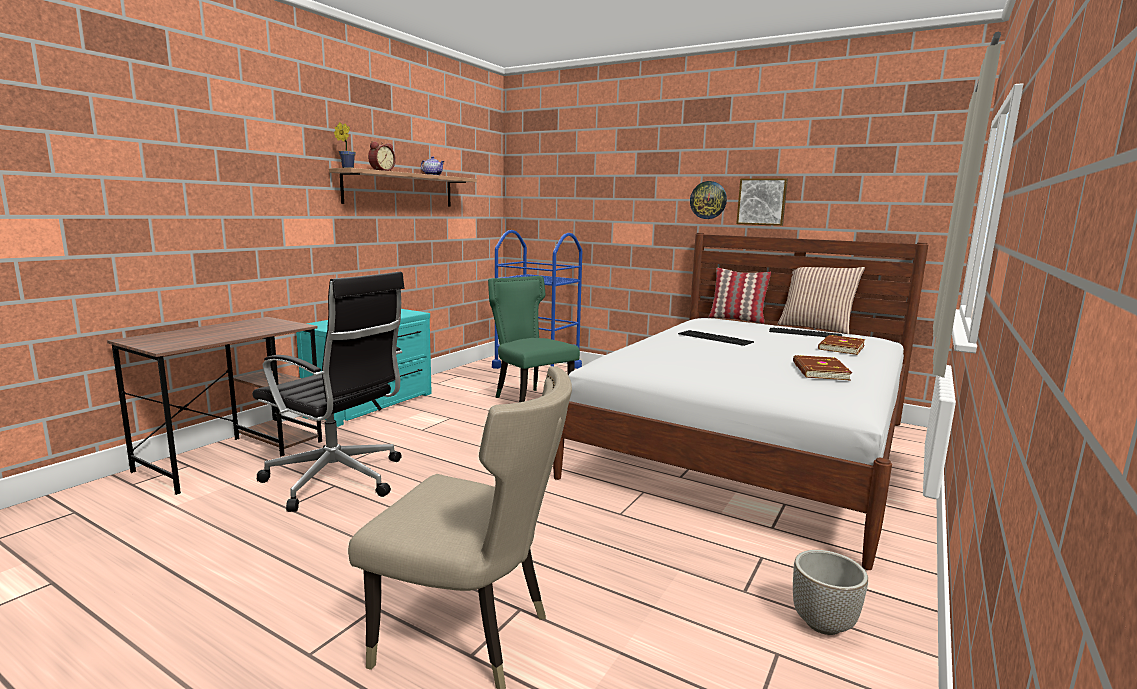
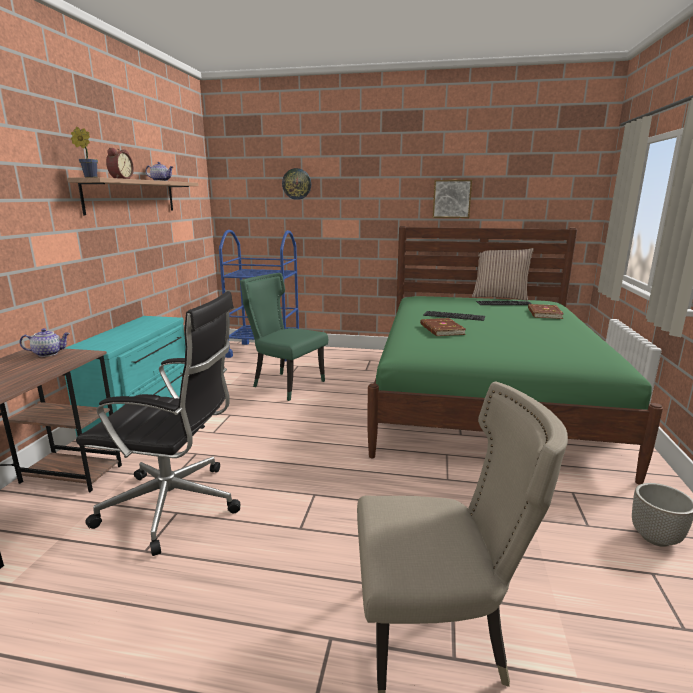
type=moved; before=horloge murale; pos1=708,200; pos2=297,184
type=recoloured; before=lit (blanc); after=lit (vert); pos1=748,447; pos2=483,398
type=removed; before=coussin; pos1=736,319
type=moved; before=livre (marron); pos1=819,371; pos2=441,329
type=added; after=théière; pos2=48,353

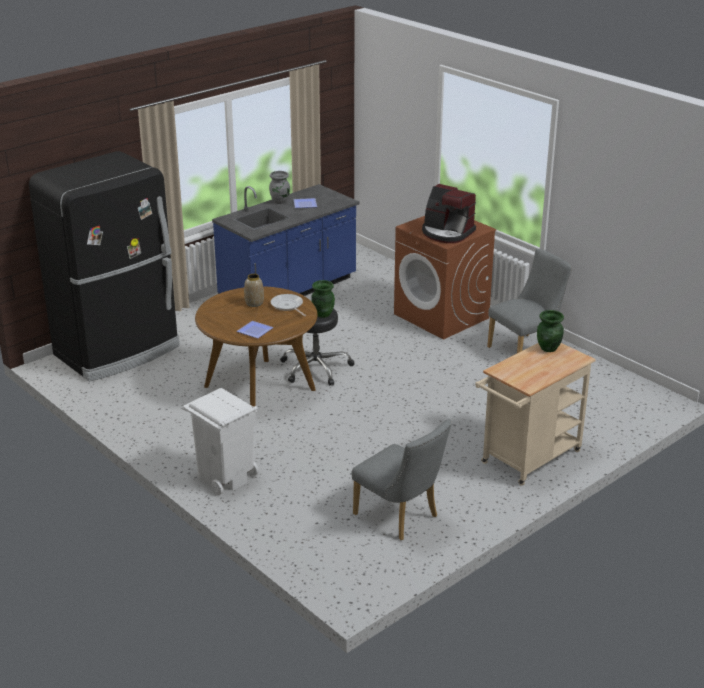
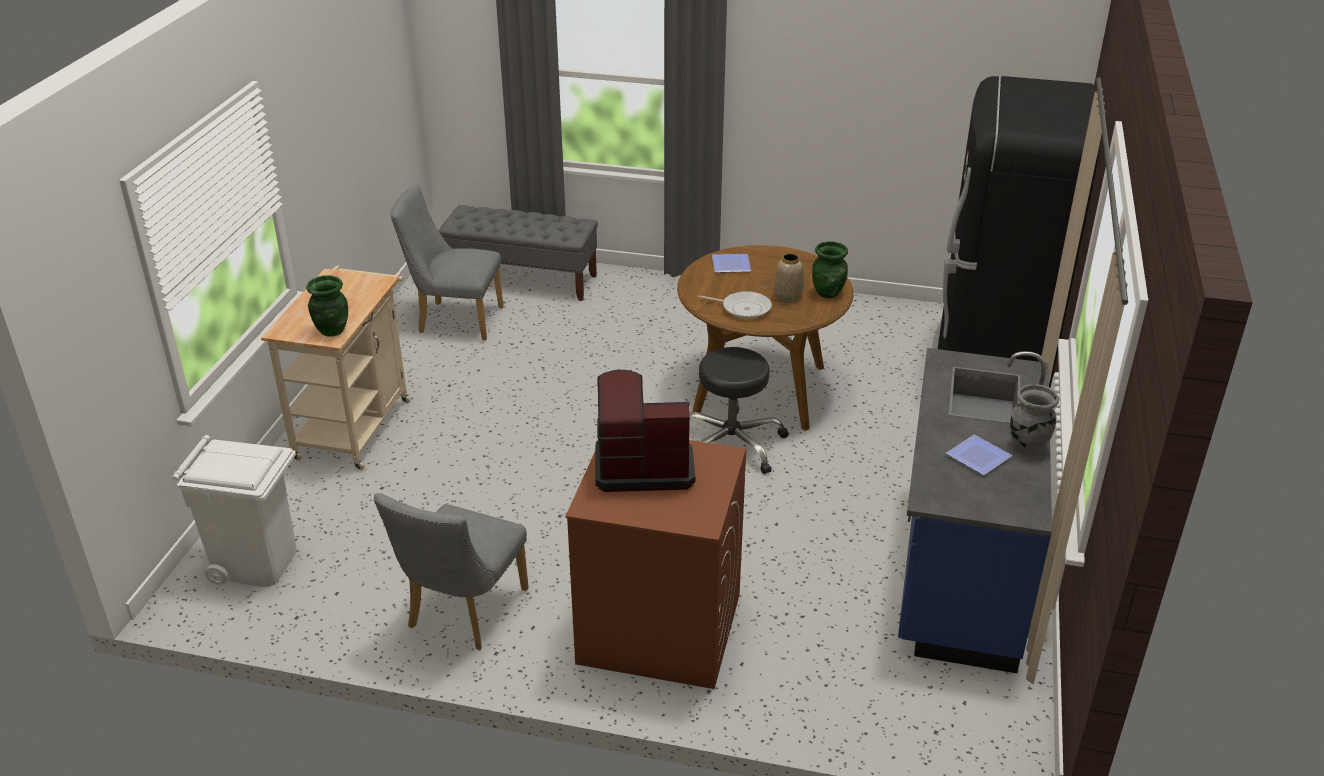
type=moved; before=vase (vert); pos1=322,314; pos2=828,293
type=moved; before=poubelle (blanc); pos1=225,477; pos2=257,562
type=added; after=banc (gris); pos2=522,280

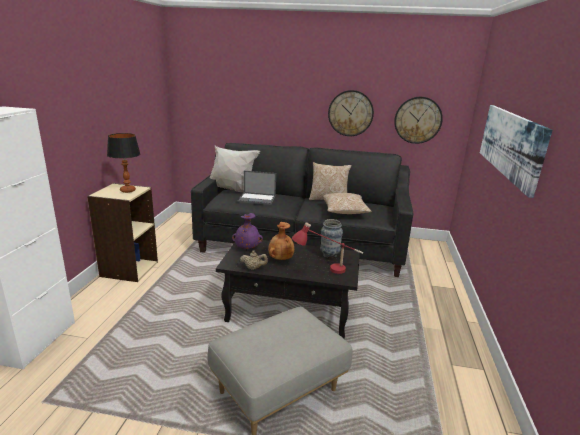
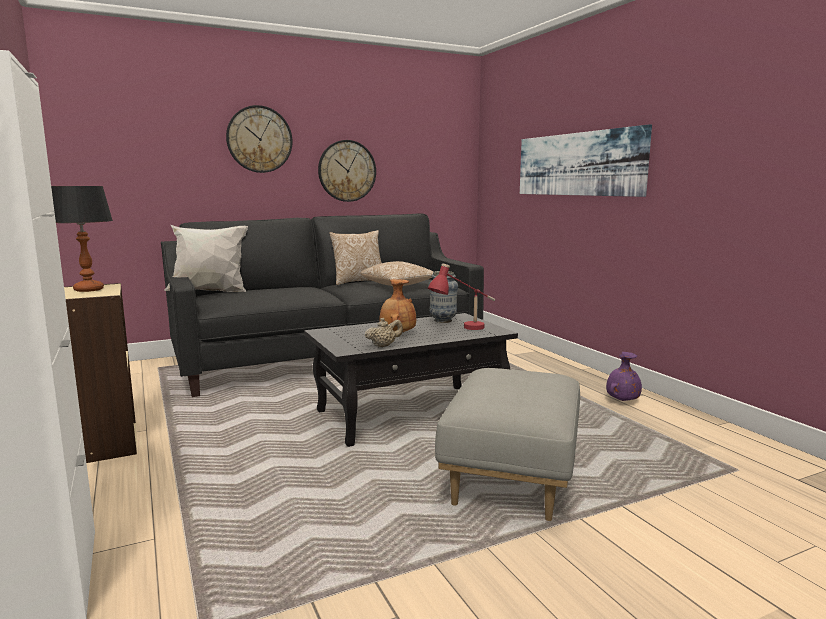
type=moved; before=horloge murale; pos1=418,120; pos2=259,139
type=removed; before=ordinateur portable; pos1=257,199
type=moved; before=vase (violet); pos1=247,248; pos2=622,400

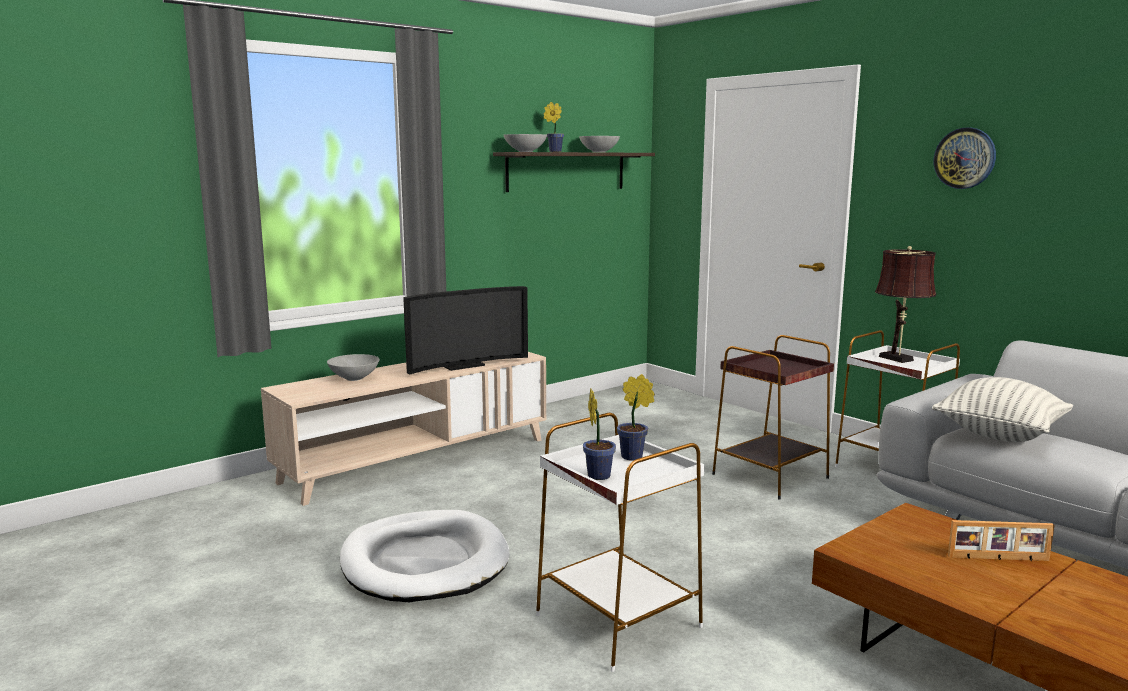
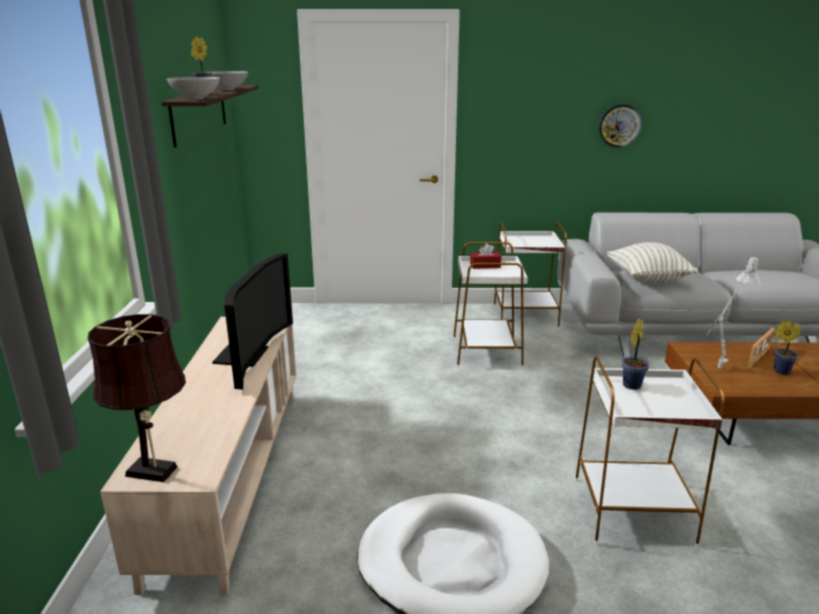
type=moved; before=horloge murale; pos1=965,158; pos2=619,125
type=moved; before=lampe de table (marron); pos1=898,359; pos2=156,472
type=recoloured; before=table d'appoint (marron); after=table d'appoint (blanc); pos1=769,476; pos2=486,353
type=removed; before=bol (gris); pos1=355,378
type=moved; before=plante en pot; pos1=598,475; pos2=779,371
type=added; after=boîte à mouchoirs (rouge); pos2=485,266
type=added; after=lampe de table (gris); pos2=717,371

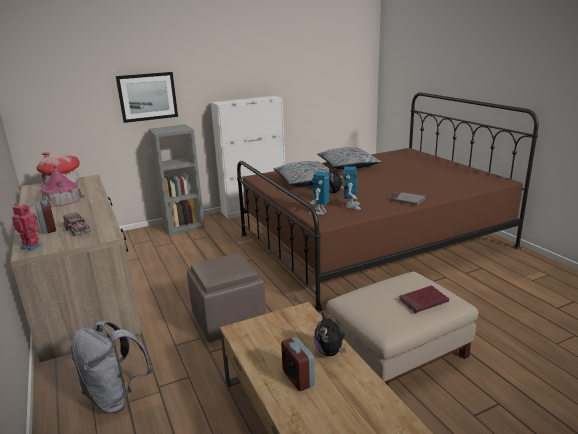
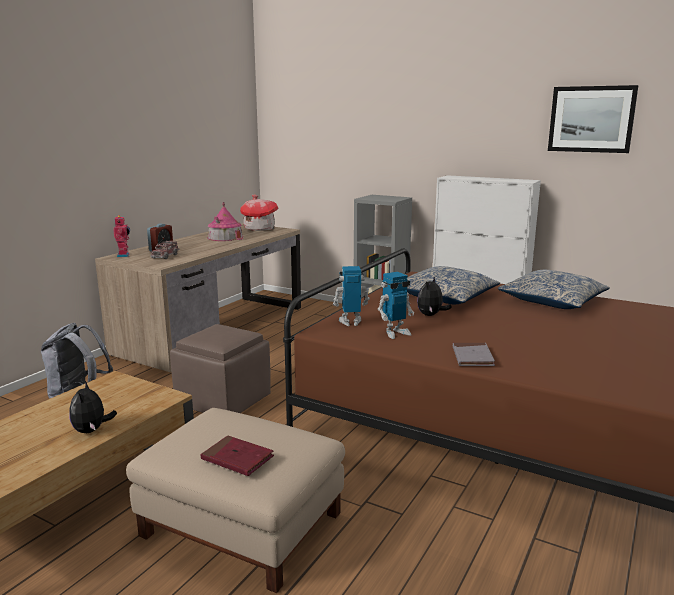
type=moved; before=tableau; pos1=147,97; pos2=591,119
type=turned; before=peluche; pos1=330,352; pos2=92,430; turn=-45
type=removed; before=réveil; pos1=298,378

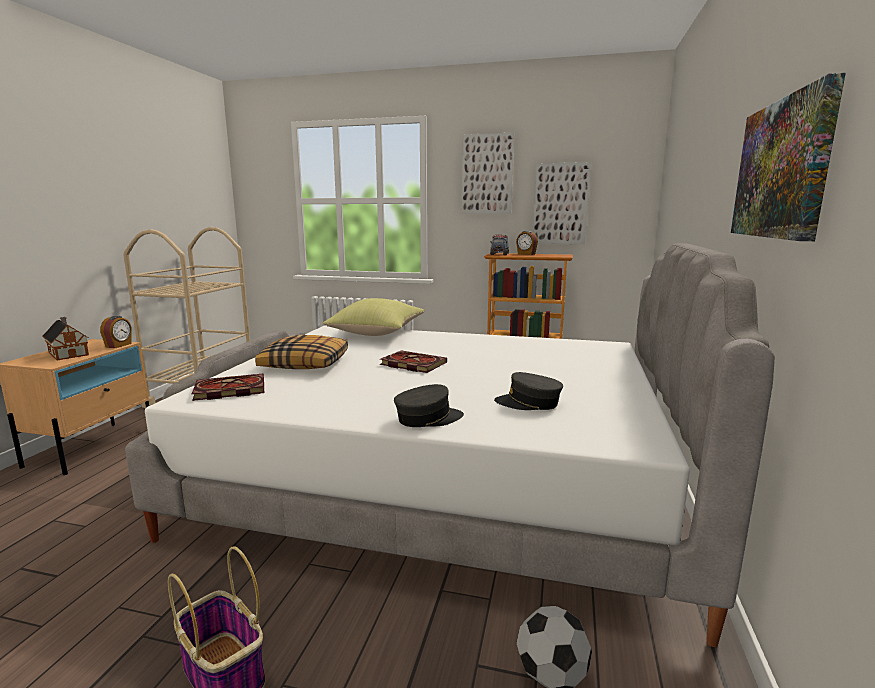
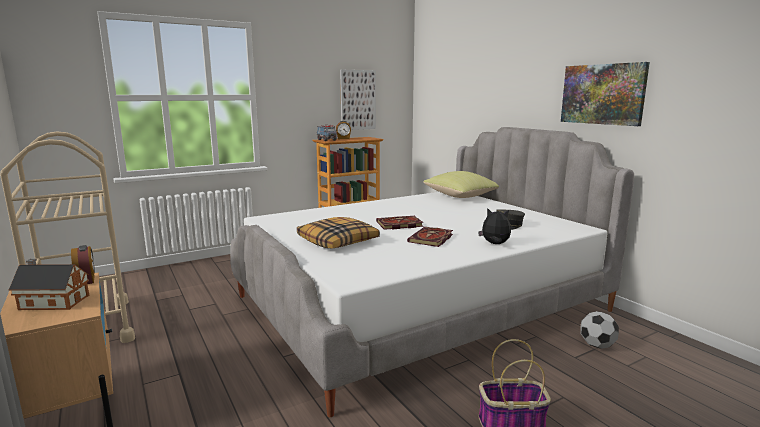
type=removed; before=tableau; pos1=487,174
type=moved; before=coussin (jaune); pos1=377,334; pos2=462,196
type=moved; before=livre; pos1=228,390; pos2=431,239
type=replaced; before=casquette (gris); after=peluche; pos1=428,418; pos2=495,244

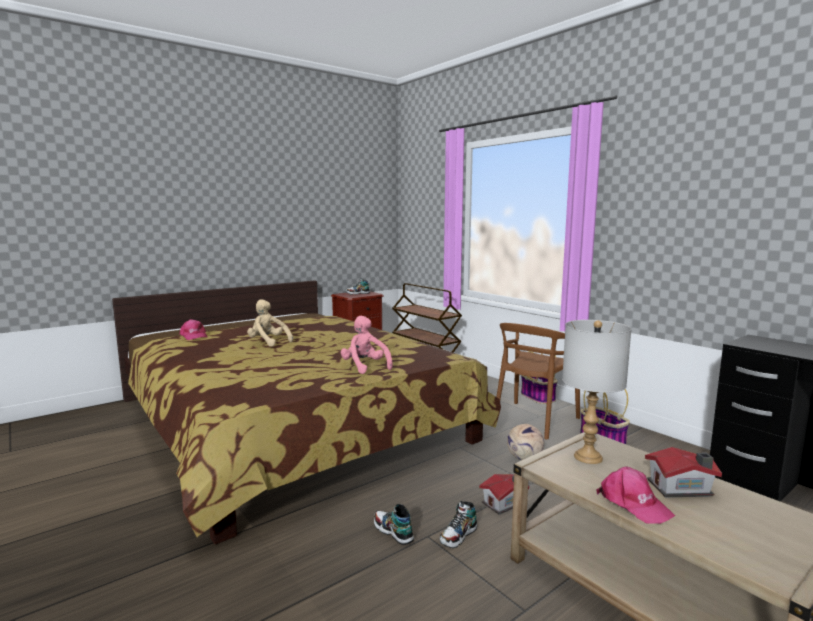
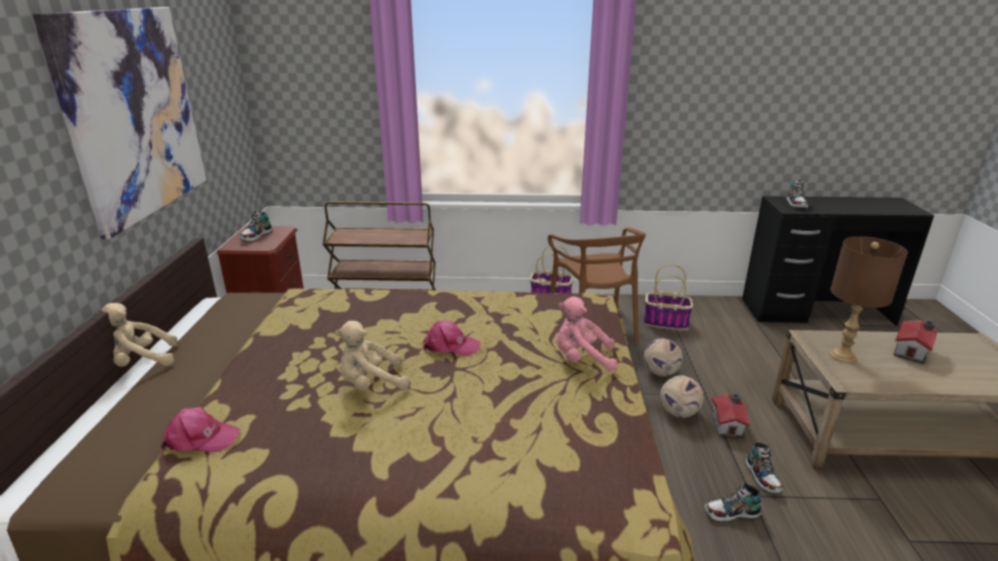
type=recoloured; before=lampe de table (gris); after=lampe de table (marron); pos1=588,457; pos2=842,356
type=moved; before=casquette (rose); pos1=633,503; pos2=450,346
type=added; after=tableau; pos2=133,114
type=added; after=chaussure; pos2=796,204
type=added; after=peluche (beige); pos2=141,362
type=added; after=ballon de foot; pos2=678,413

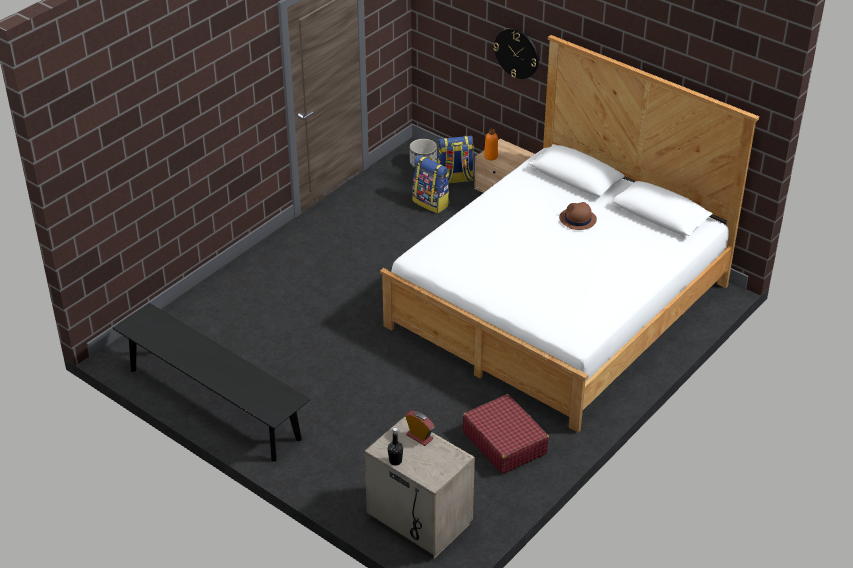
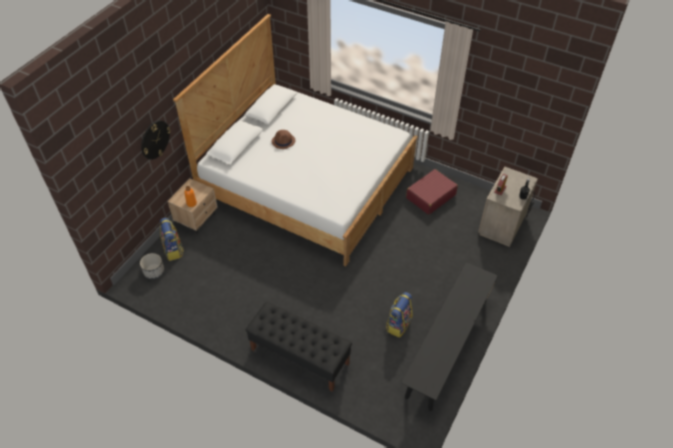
type=moved; before=sac à dos; pos1=431,203; pos2=398,324
type=added; after=banc (noir); pos2=299,356

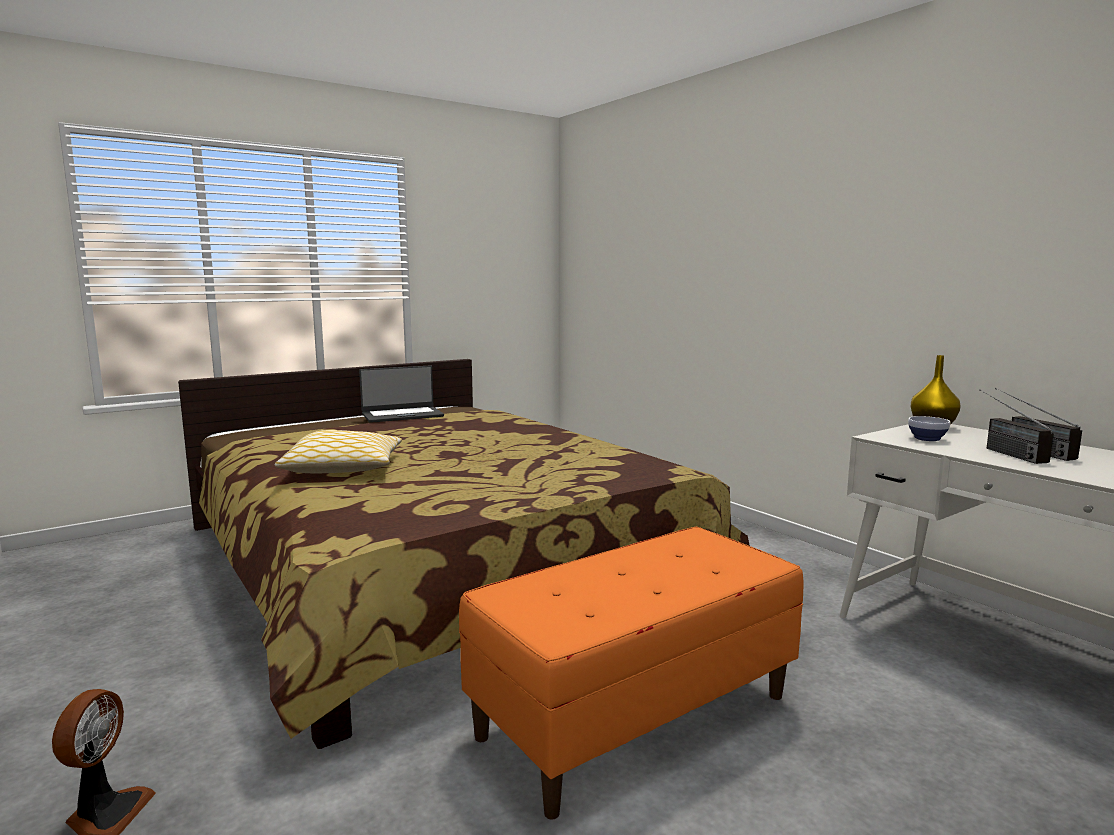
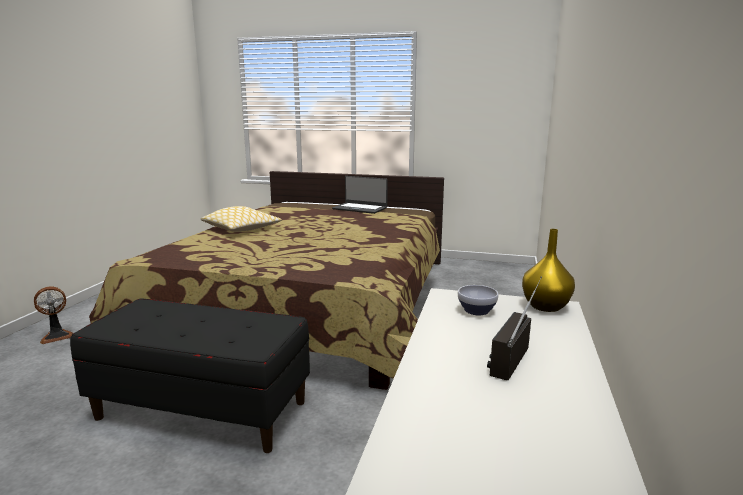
type=removed; before=radio; pos1=1001,451
type=recoloured; before=banc (orange); after=banc (noir); pos1=635,715; pos2=203,410

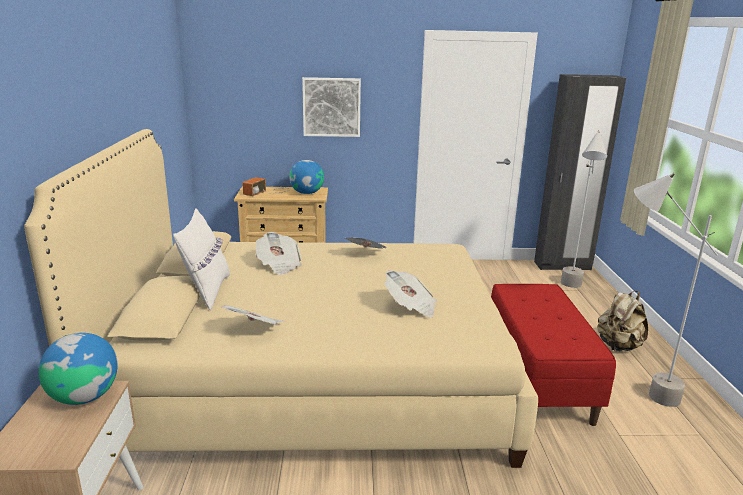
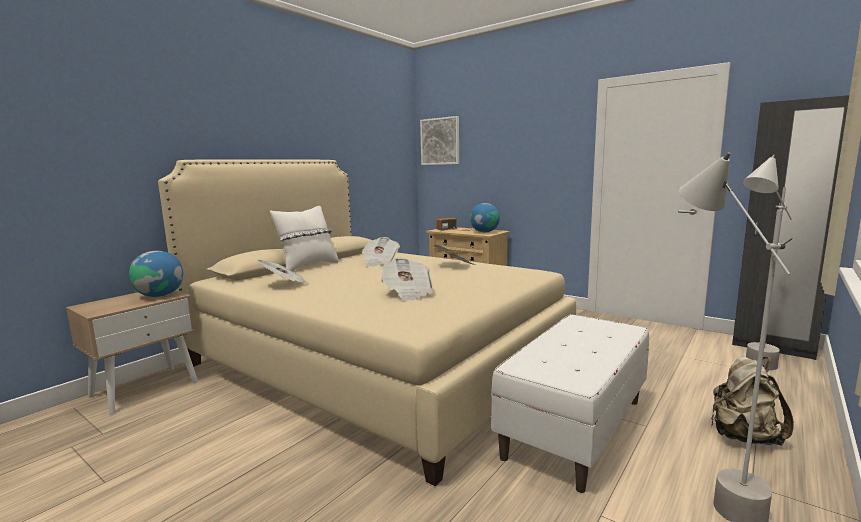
type=moved; before=tableau; pos1=331,107; pos2=440,141
type=recoloured; before=banc (rouge); after=banc (blanc); pos1=537,379; pos2=574,427

